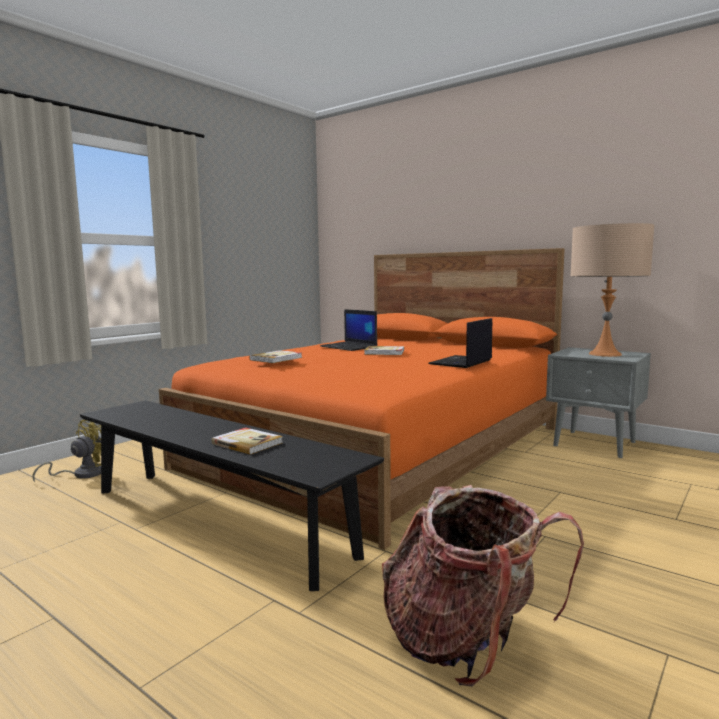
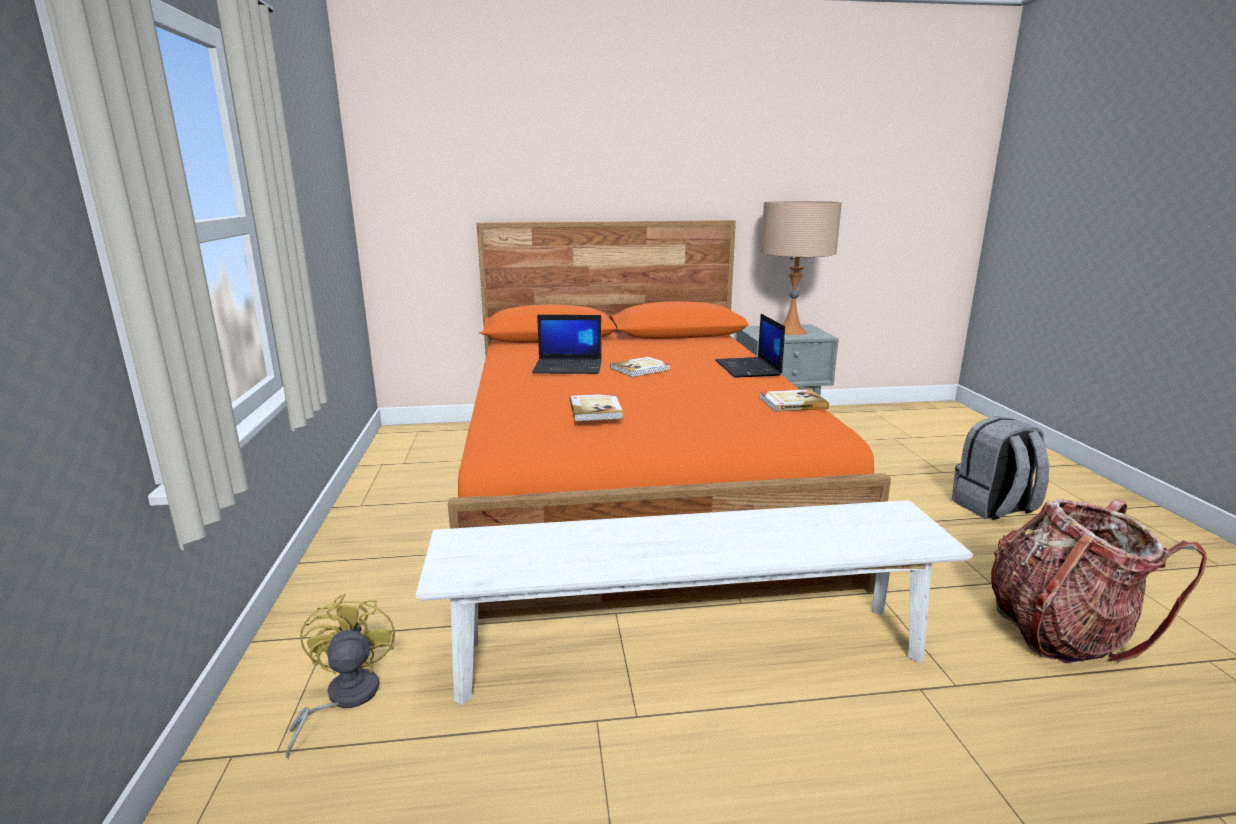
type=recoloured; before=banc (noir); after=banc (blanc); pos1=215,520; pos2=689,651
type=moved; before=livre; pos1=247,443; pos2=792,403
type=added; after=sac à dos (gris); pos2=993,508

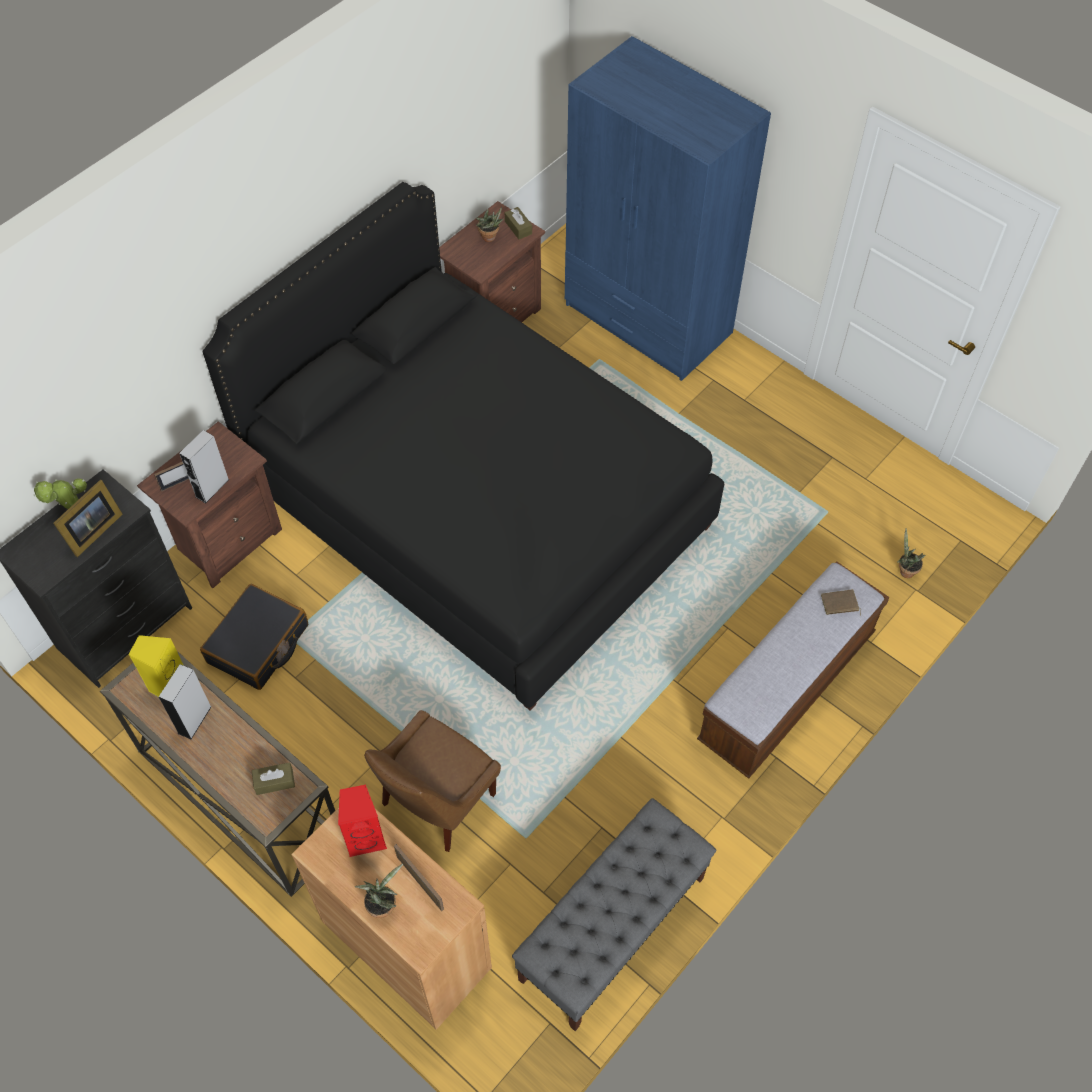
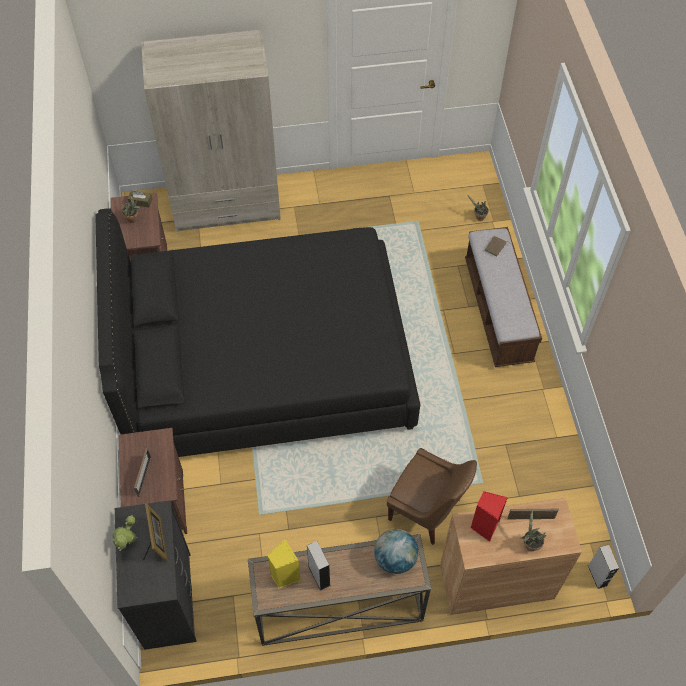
type=recoloured; before=armoire (bleu); after=armoire (beige); pos1=647,320; pos2=227,205
type=moved; before=enceinte (gris); pos1=212,488; pos2=597,575
type=removed; before=valise (noir); pos1=258,644
type=turned; before=chaise (marron); pos1=435,802; pos2=427,511; turn=-45
type=replaced; before=boîte à mouchoirs (marron); after=globe; pos1=274,782; pos2=395,558
type=removed; before=banc (gris); pos1=612,929

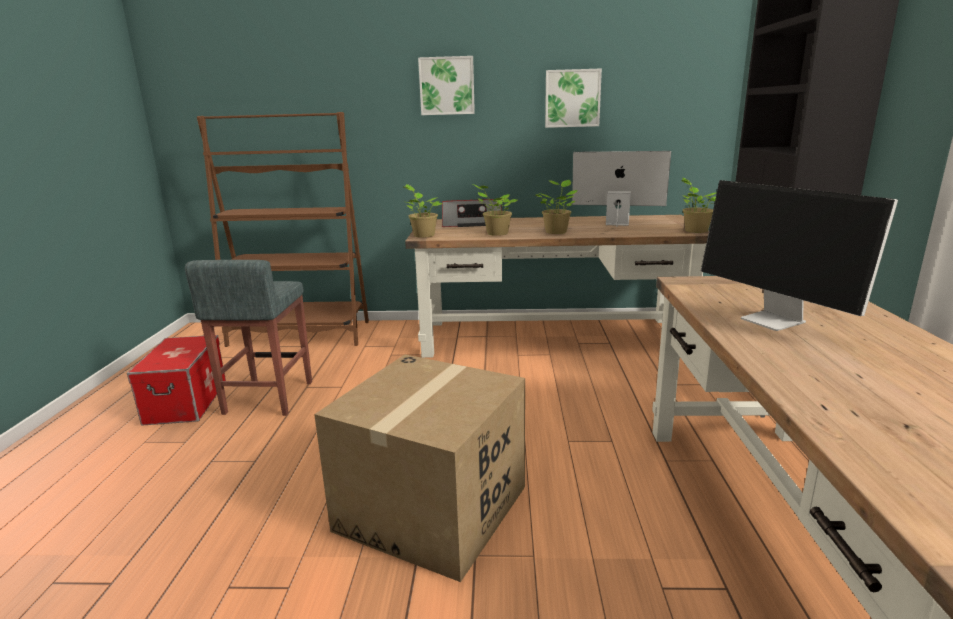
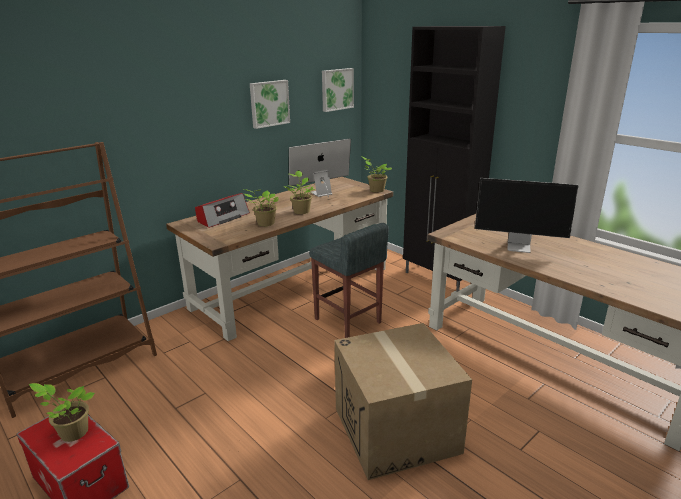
type=moved; before=tableau; pos1=447,86; pos2=336,89
type=moved; before=plante en pot; pos1=423,235; pos2=72,432
type=moved; before=tabouret (gris); pos1=268,398; pos2=348,321

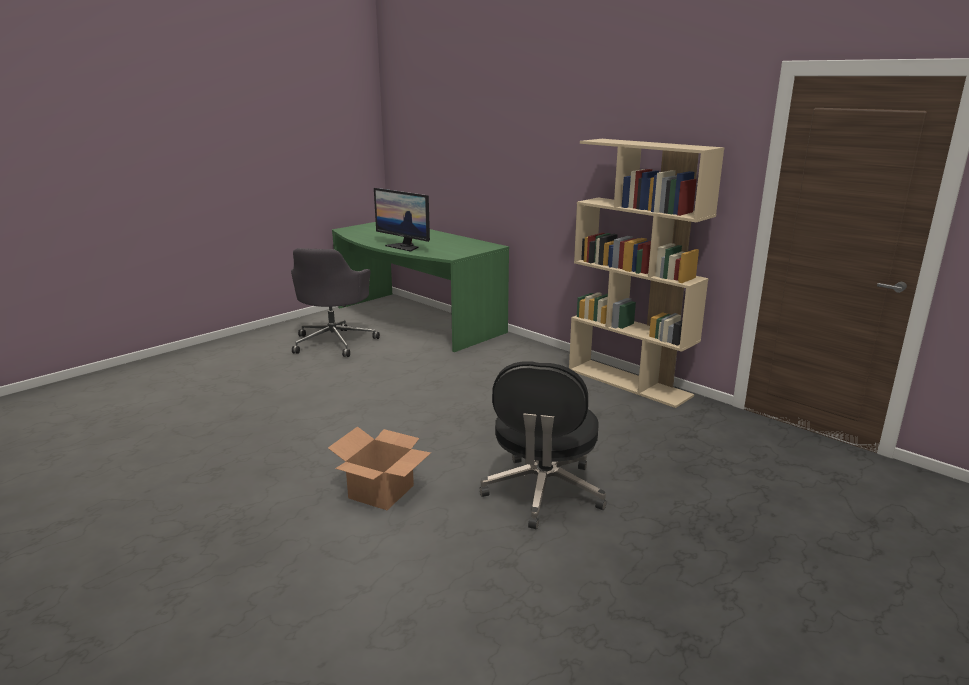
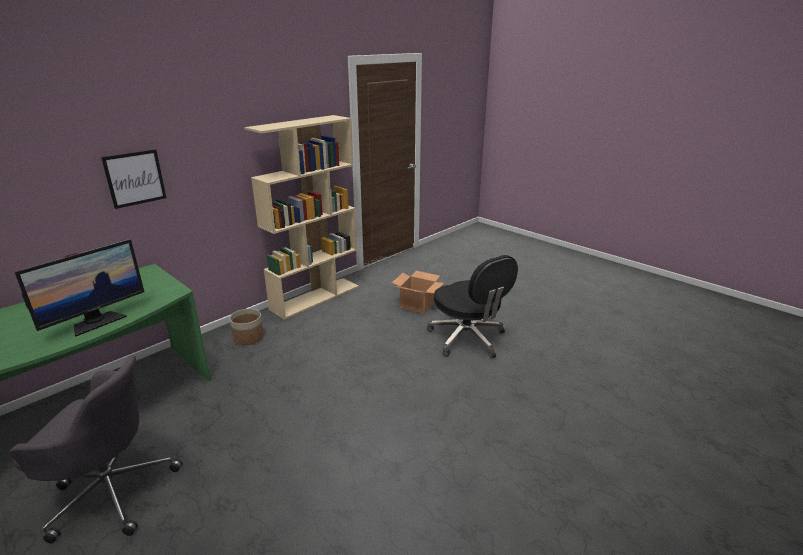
type=turned; before=chaise de bureau (noir); pos1=543,493; pos2=468,339; turn=45
type=moved; before=carton; pos1=381,491; pos2=416,305
type=added; after=tableau; pos2=135,178
type=added; after=cache-pot; pos2=248,337

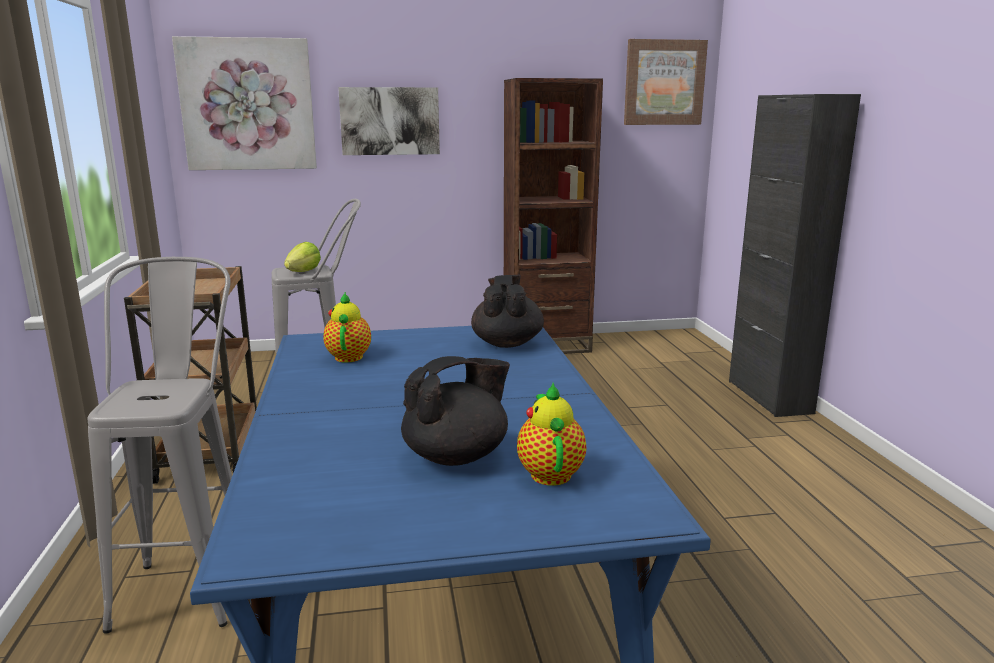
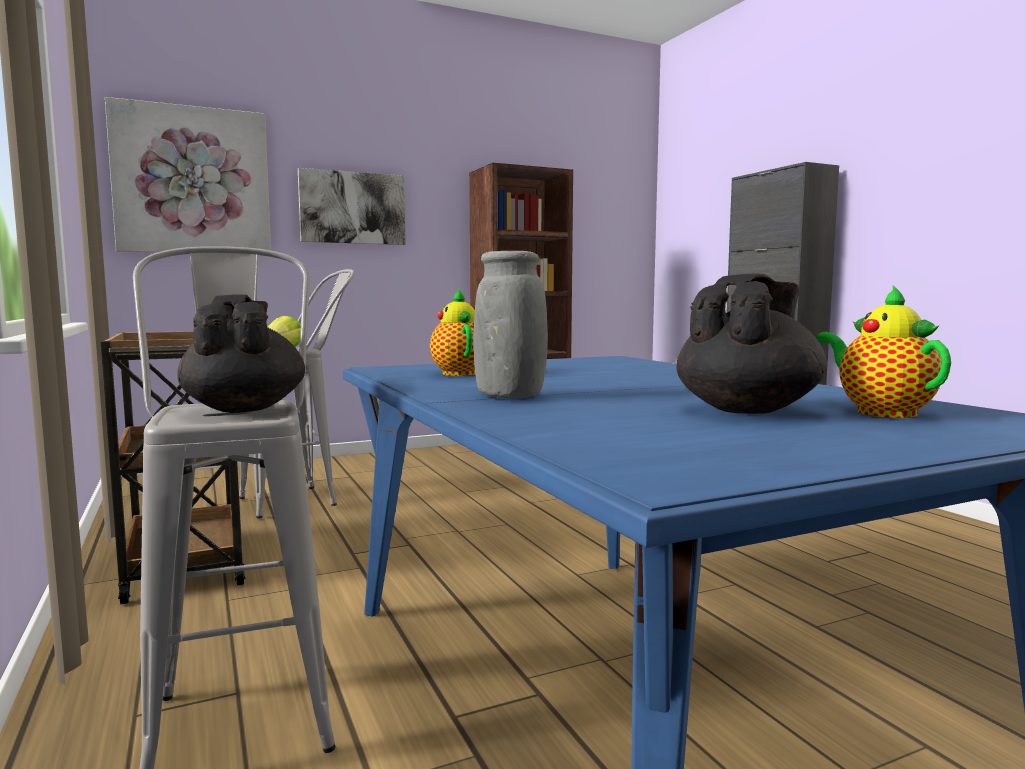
type=removed; before=tableau; pos1=664,82
type=moved; before=théière (noir); pos1=507,343; pos2=245,409
type=added; after=vase (gris); pos2=510,396

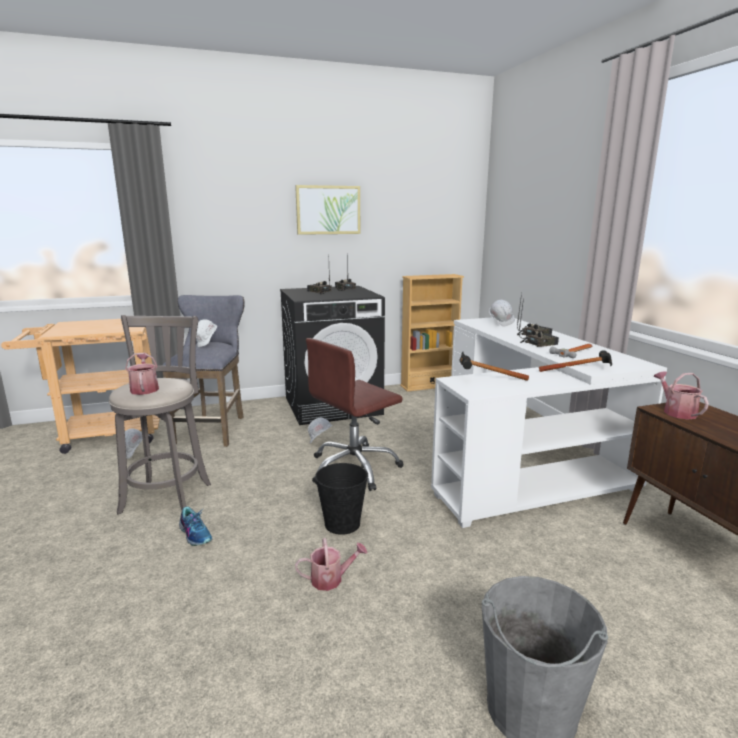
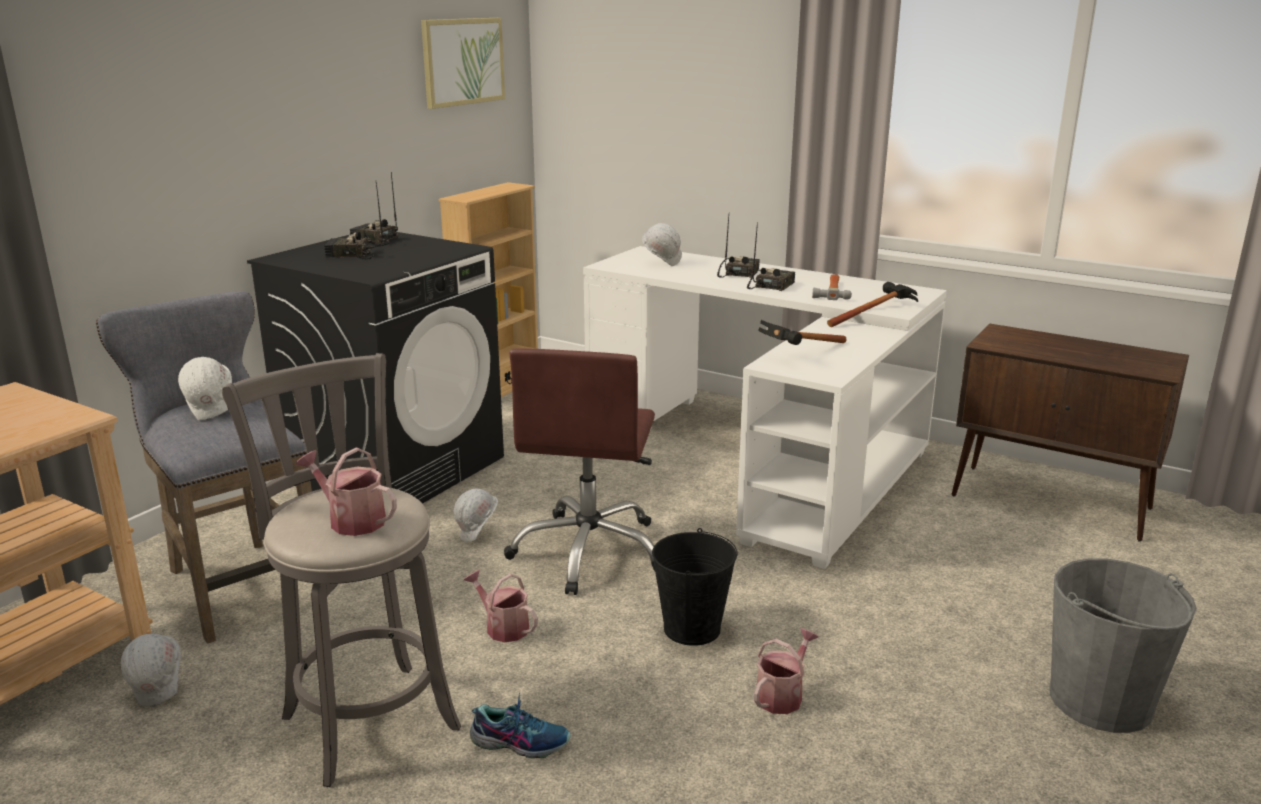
type=moved; before=tableau; pos1=328,210; pos2=462,61
type=moved; before=arrosoir; pos1=676,412; pos2=503,627

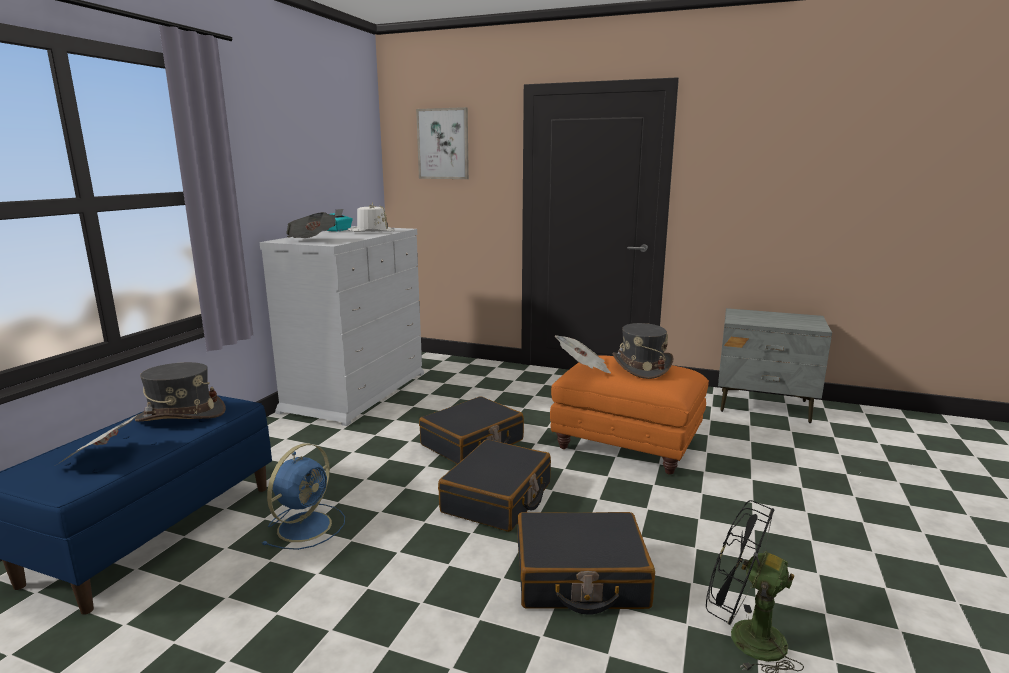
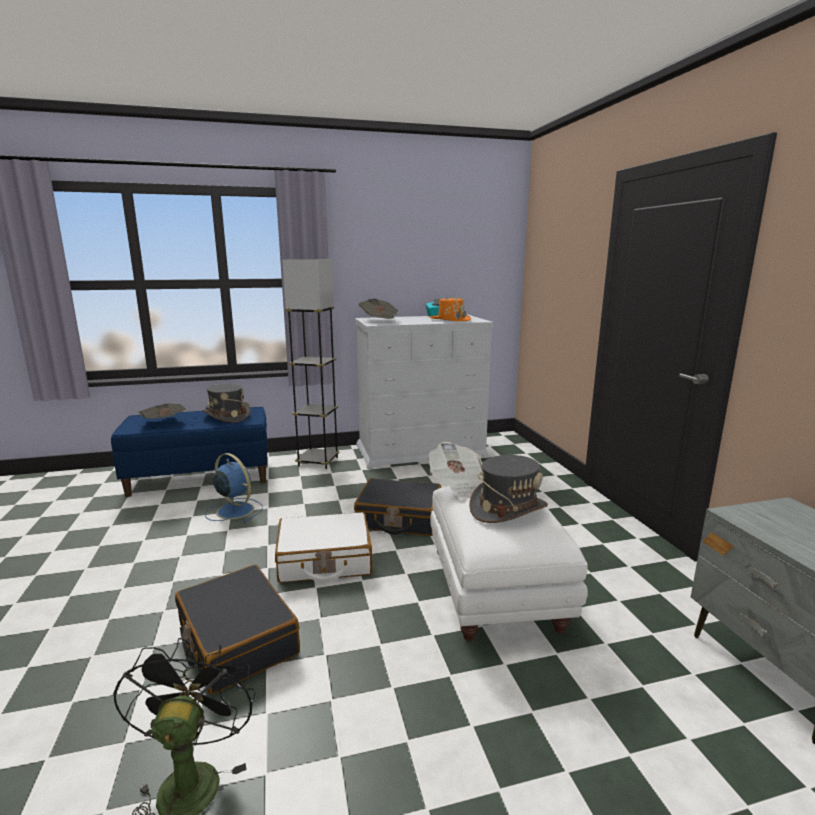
type=removed; before=tableau; pos1=443,144
type=recoloured; before=chapeau (blanc); after=chapeau (orange); pos1=371,231; pos2=450,319
type=recoloured; before=pouf (orange); after=pouf (blanc); pos1=628,445; pos2=497,593
type=recoloured; before=valise (noir); after=valise (blanc); pos1=497,498; pos2=324,560
type=turned; before=ventilateur (bleu); pos1=306,525; pos2=234,510; turn=-135
type=added; after=lampadaire (gris); pos2=318,461

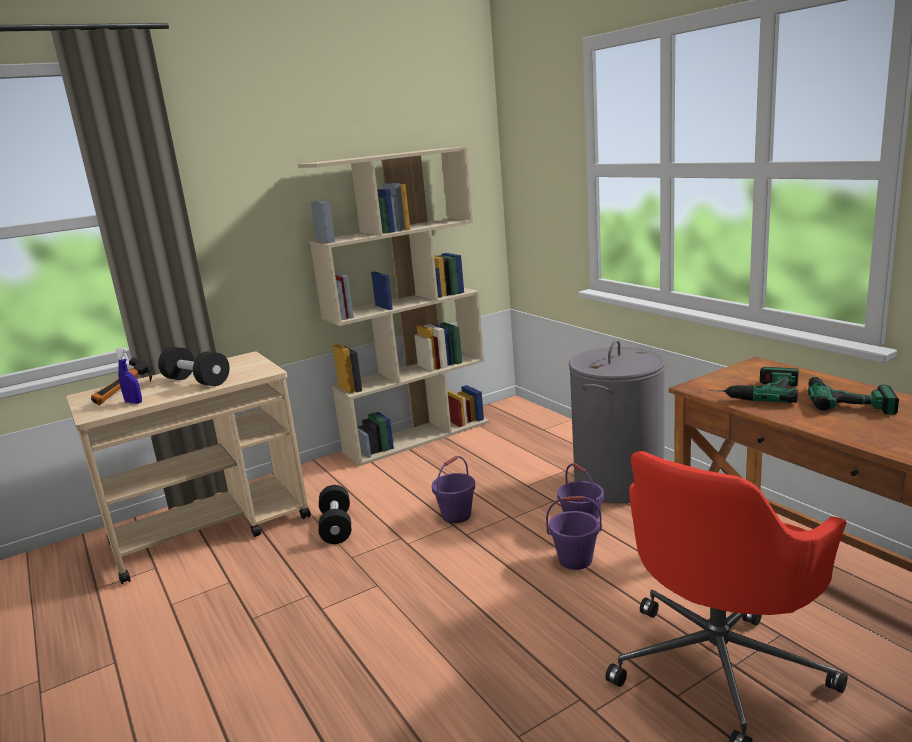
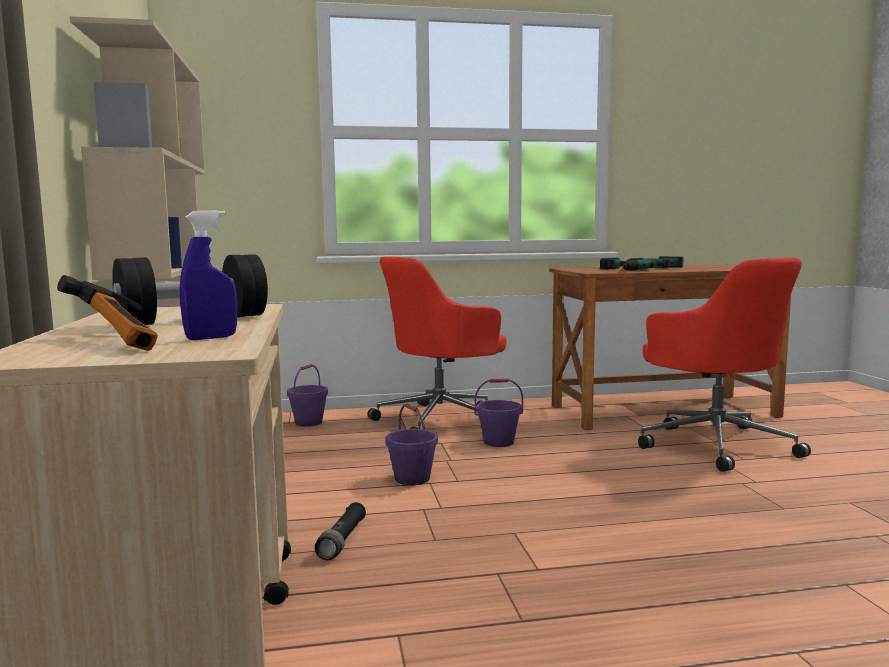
type=replaced; before=panier à linge (gris); after=chaise de bureau (rouge); pos1=618,482; pos2=441,420
type=replaced; before=haltère (noir); after=lampe de poche (noir); pos1=336,527; pos2=342,540
type=moved; before=seau (violet); pos1=575,560; pos2=308,422

